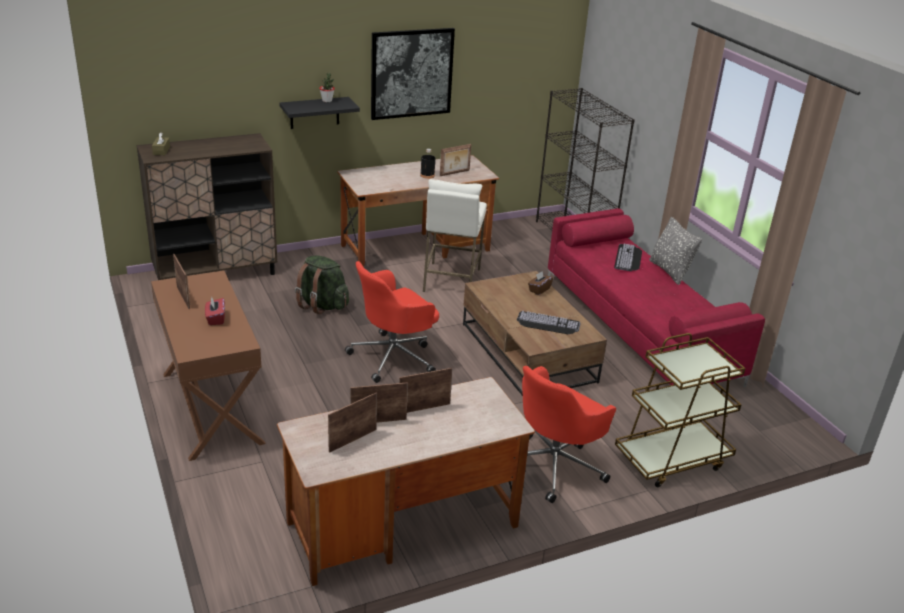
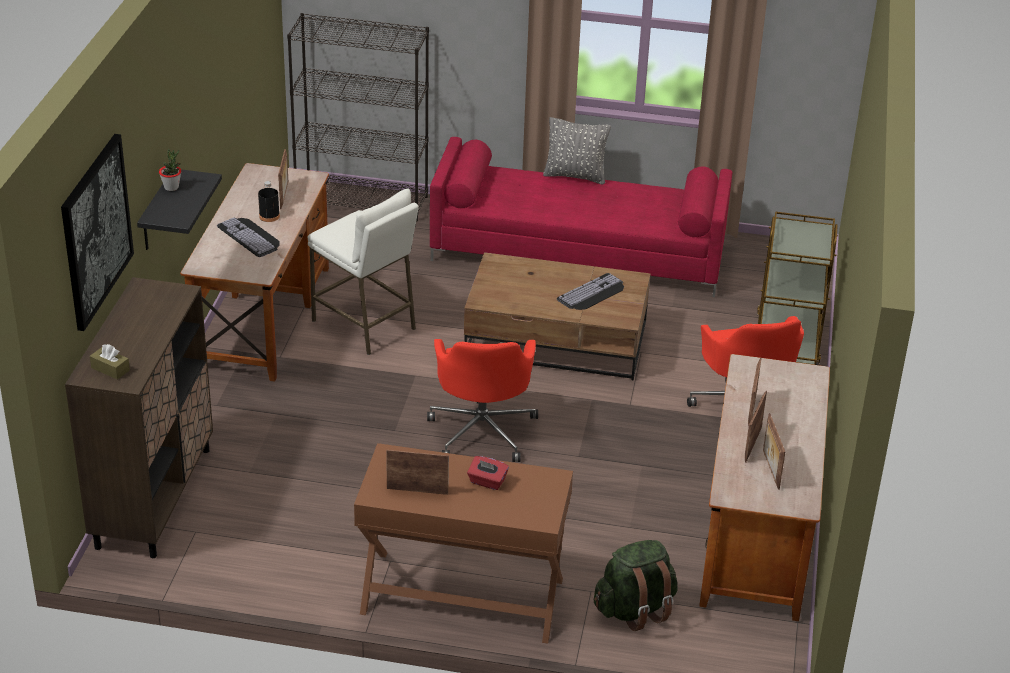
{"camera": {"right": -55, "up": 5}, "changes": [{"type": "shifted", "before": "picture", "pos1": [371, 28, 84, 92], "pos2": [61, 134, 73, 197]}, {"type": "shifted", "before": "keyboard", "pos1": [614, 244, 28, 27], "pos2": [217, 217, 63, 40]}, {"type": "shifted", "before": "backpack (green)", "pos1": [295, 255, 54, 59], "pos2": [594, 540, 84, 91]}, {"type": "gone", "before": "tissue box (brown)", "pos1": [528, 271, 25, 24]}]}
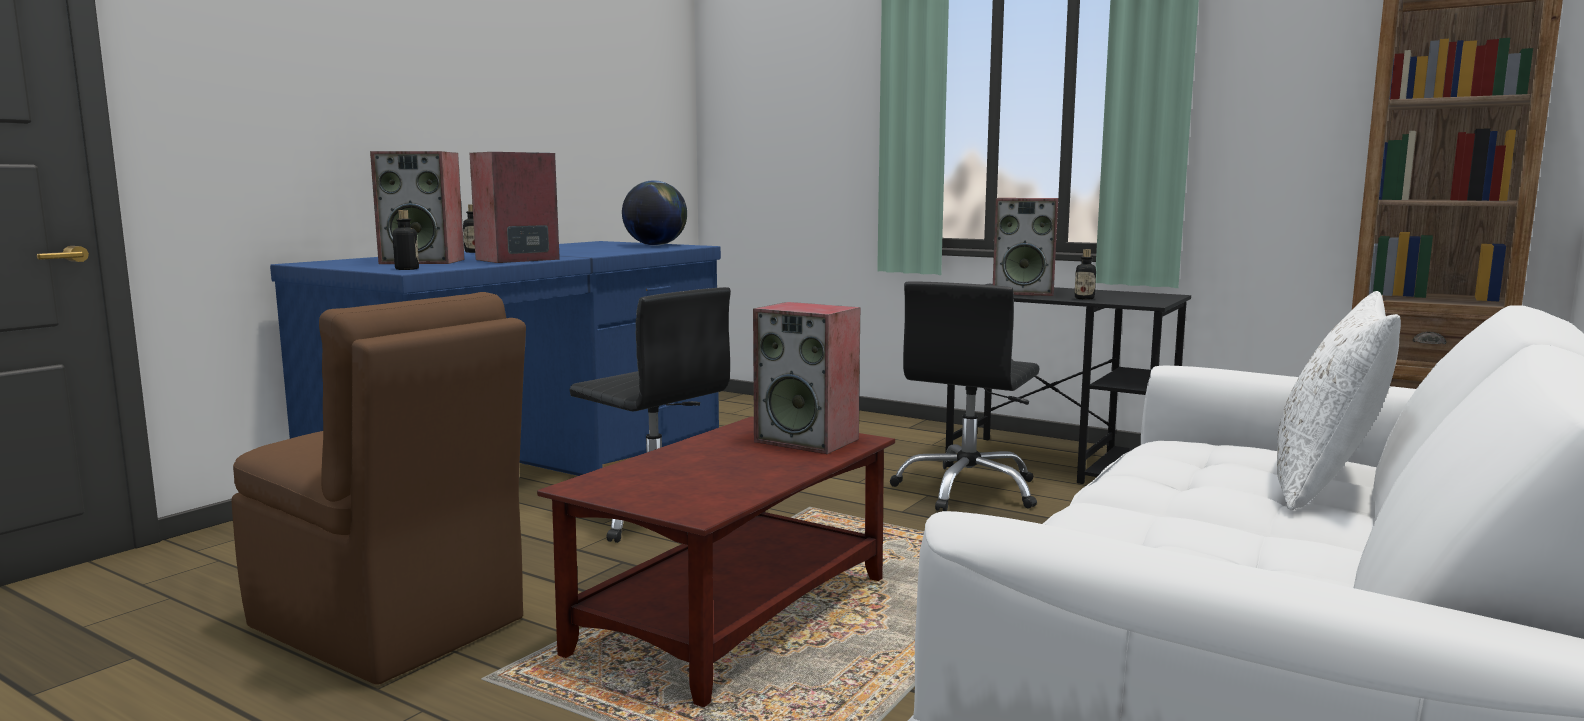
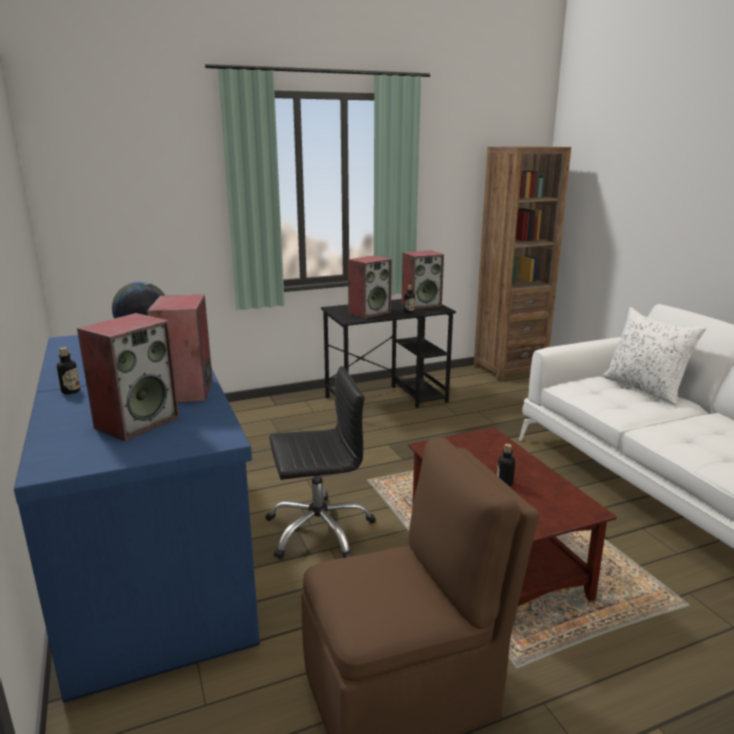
{"camera": {"right": -55, "up": 10}, "changes": [{"type": "shifted", "before": "speaker", "pos1": [753, 302, 107, 152], "pos2": [402, 250, 42, 59]}, {"type": "shifted", "before": "bottle", "pos1": [392, 210, 27, 60], "pos2": [497, 444, 18, 43]}, {"type": "gone", "before": "office chair (black)", "pos1": [890, 281, 150, 230]}]}
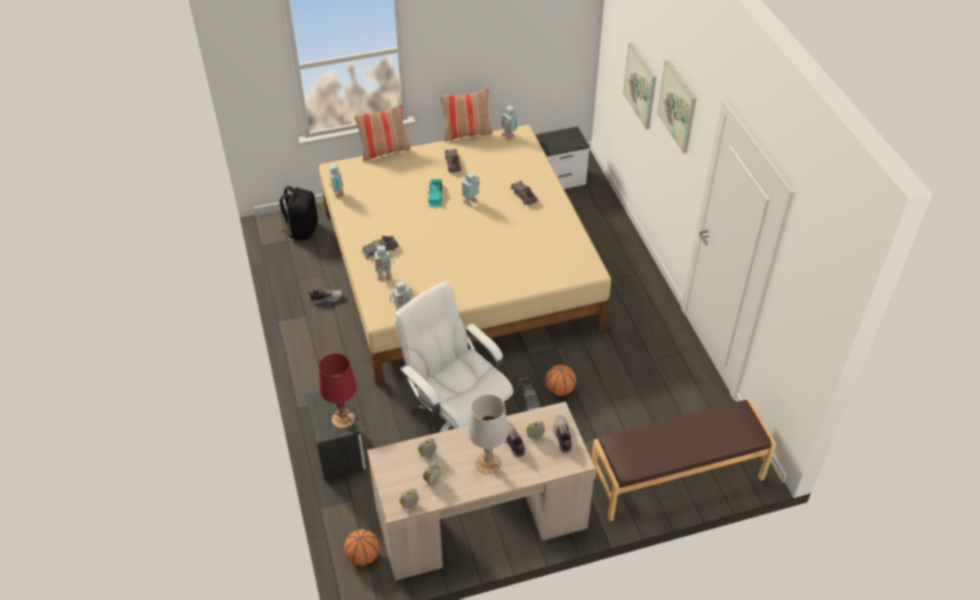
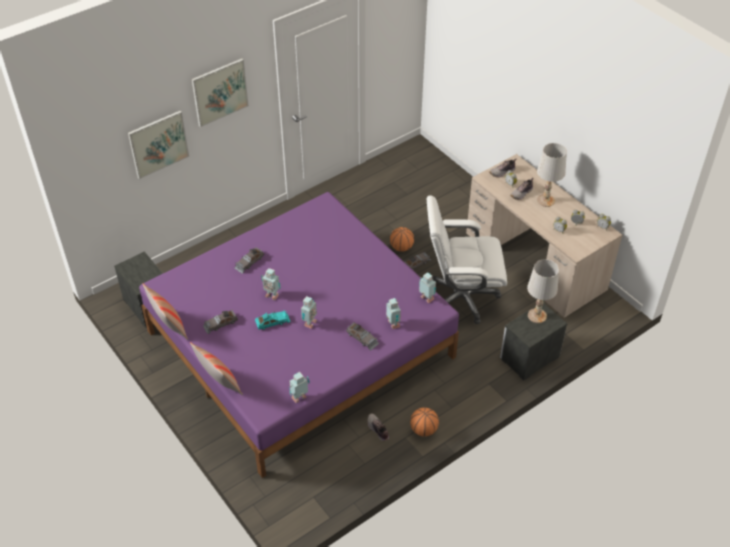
{"camera": {"right": -110, "up": 0}, "changes": [{"type": "repainted", "before": "bed (beige)", "after": "bed (purple)", "pos1": [319, 125, 292, 260], "pos2": [139, 192, 320, 286]}, {"type": "shifted", "before": "toy robot", "pos1": [501, 105, 16, 35], "pos2": [301, 296, 16, 33]}, {"type": "shifted", "before": "basketball", "pos1": [344, 529, 36, 37], "pos2": [410, 407, 29, 30]}, {"type": "rotated", "before": "office chair (white)", "pos1": [394, 281, 119, 151], "pos2": [427, 195, 80, 129], "turn": 60}, {"type": "repainted", "before": "table lamp (red)", "after": "table lamp (white)", "pos1": [319, 353, 38, 75], "pos2": [527, 259, 32, 64]}, {"type": "gone", "before": "backpack (black)", "pos1": [280, 186, 38, 54]}, {"type": "gone", "before": "bench (brown)", "pos1": [591, 400, 185, 121]}]}
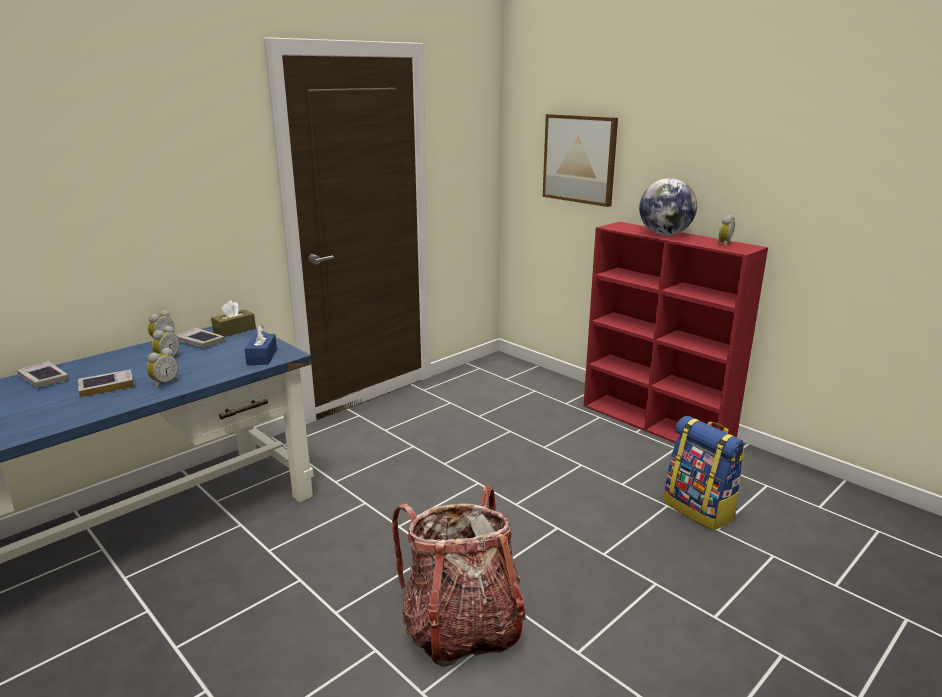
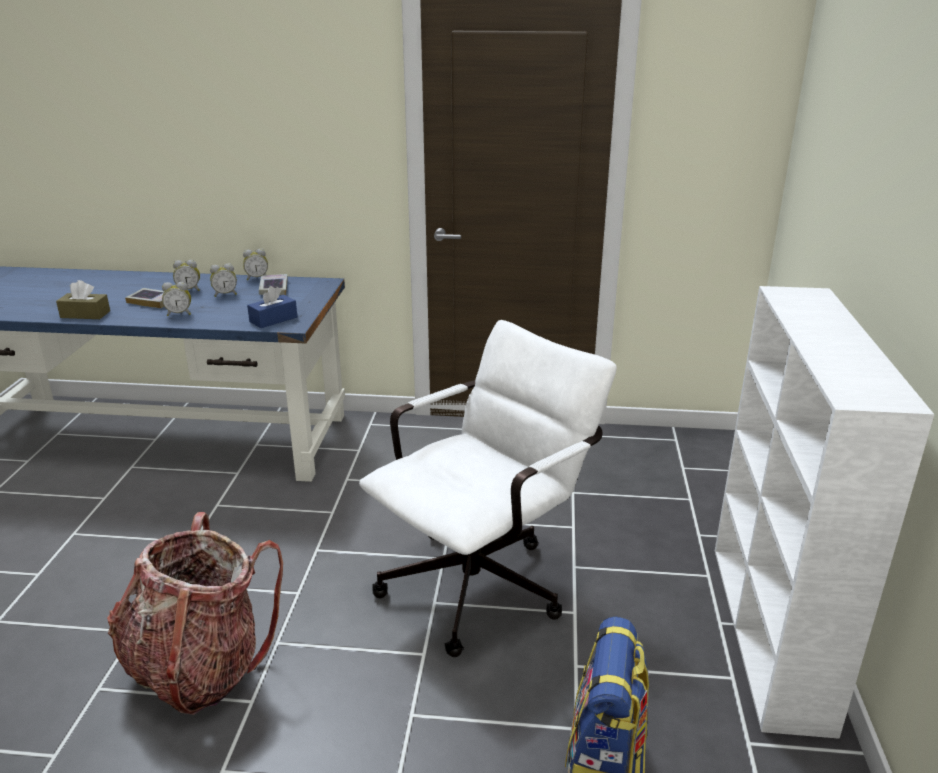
{"camera": {"right": 50, "up": 5}, "changes": [{"type": "shifted", "before": "tissue box (brown)", "pos1": [211, 300, 45, 37], "pos2": [56, 280, 54, 39]}, {"type": "shifted", "before": "alarm clock", "pos1": [717, 215, 18, 32], "pos2": [173, 260, 27, 31]}, {"type": "new", "after": "office chair (white)", "pos2": [359, 320, 258, 337]}, {"type": "repainted", "before": "bookcase (red)", "after": "bookcase (white)", "pos1": [584, 222, 184, 221], "pos2": [715, 286, 220, 453]}, {"type": "gone", "before": "book", "pos1": [17, 361, 52, 27]}, {"type": "gone", "before": "picture", "pos1": [543, 114, 75, 93]}, {"type": "gone", "before": "globe", "pos1": [639, 178, 58, 57]}]}
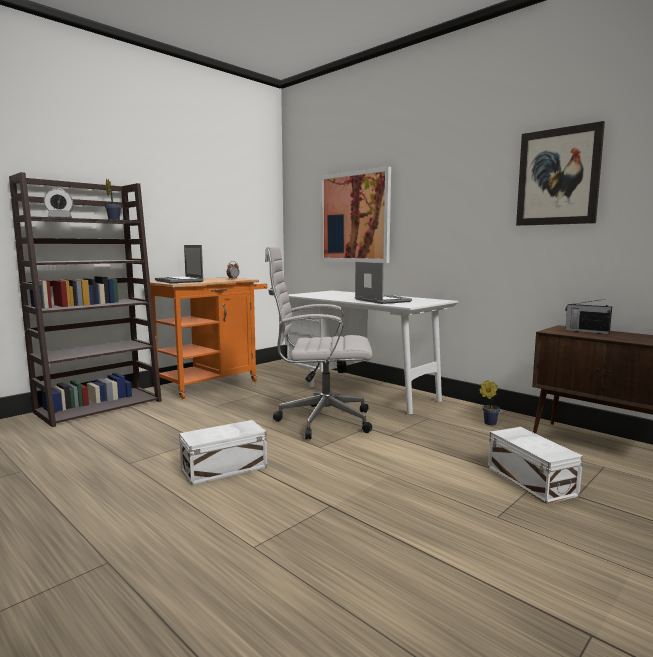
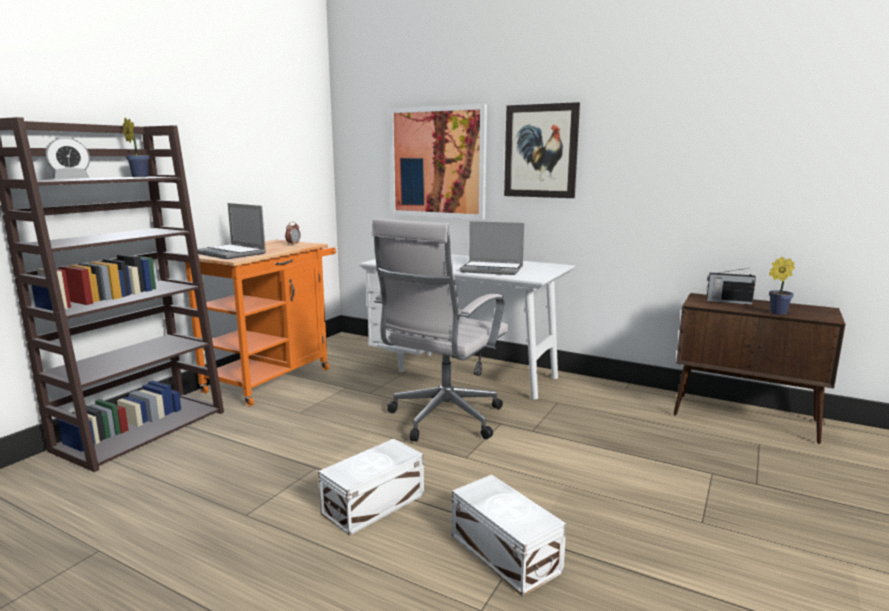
{"camera": {"right": -15, "up": 5}, "changes": [{"type": "rotated", "before": "office chair (white)", "pos1": [265, 247, 107, 192], "pos2": [372, 218, 137, 223], "turn": -45}, {"type": "shifted", "before": "storage box (white)", "pos1": [488, 427, 95, 77], "pos2": [452, 475, 114, 122]}, {"type": "rotated", "before": "laptop", "pos1": [355, 261, 57, 43], "pos2": [459, 221, 65, 54], "turn": 150}, {"type": "shifted", "before": "picture", "pos1": [516, 121, 89, 105], "pos2": [504, 102, 76, 96]}, {"type": "shifted", "before": "potted plant", "pos1": [480, 380, 20, 45], "pos2": [769, 257, 26, 58]}]}
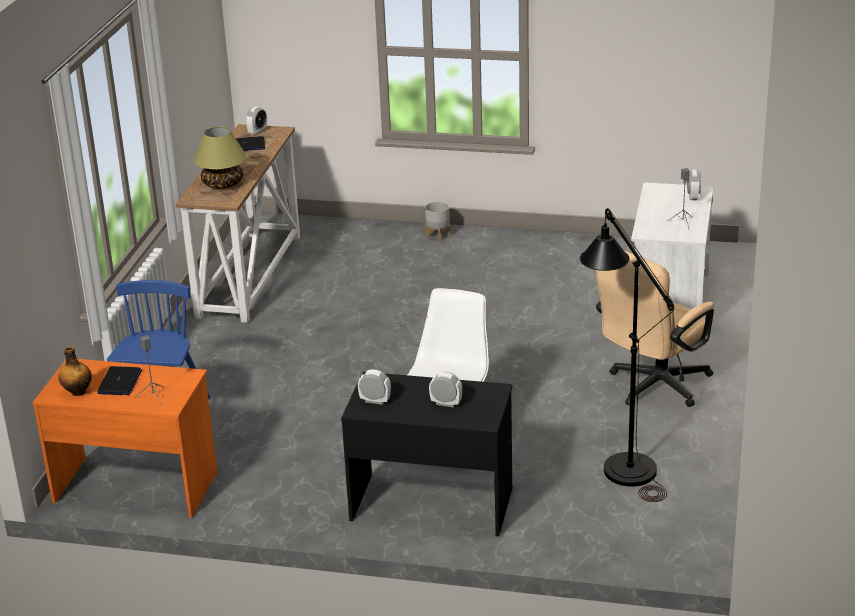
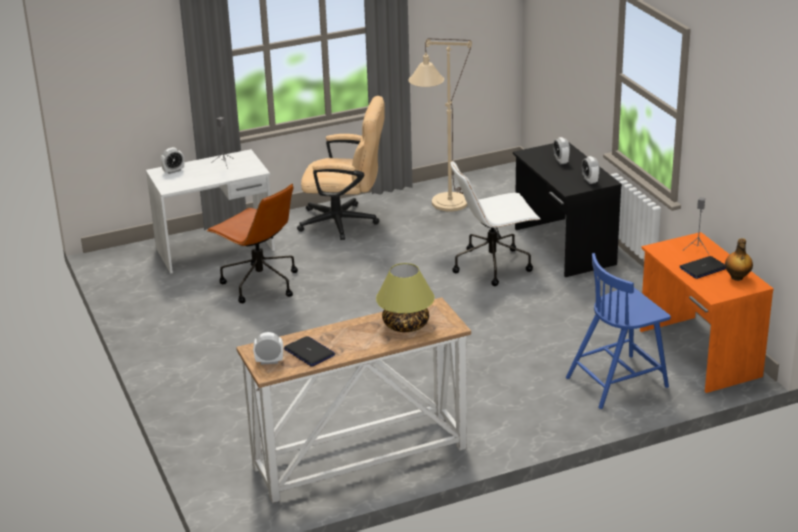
{"camera": {"right": -125, "up": 0}, "changes": [{"type": "new", "after": "office chair (brown)", "pos2": [207, 184, 91, 119]}, {"type": "repainted", "before": "floor lamp (black)", "after": "floor lamp (beige)", "pos1": [580, 208, 94, 294], "pos2": [409, 39, 63, 173]}, {"type": "gone", "before": "planter (grey)", "pos1": [425, 202, 25, 40]}]}
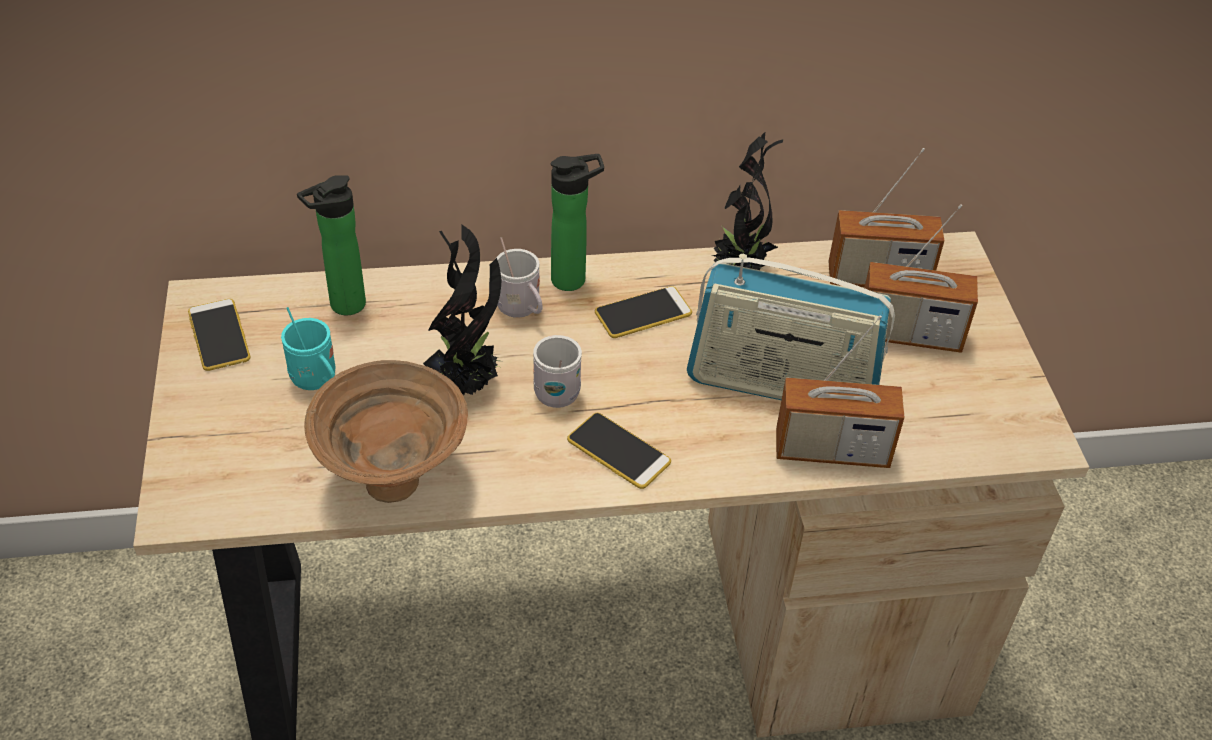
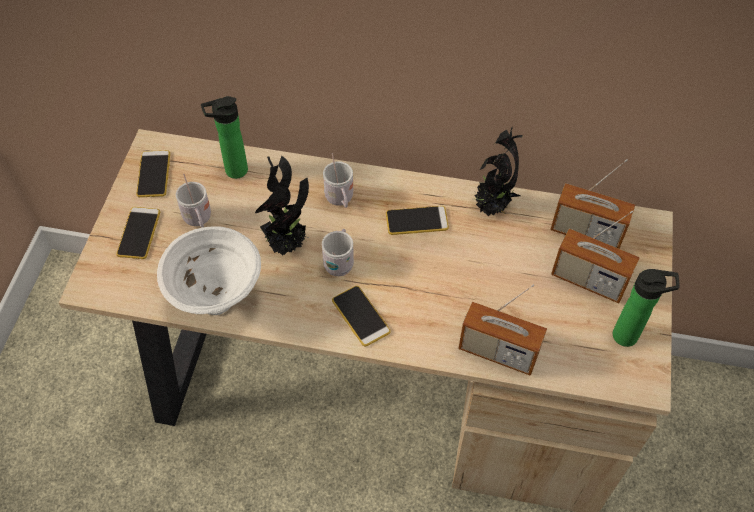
{"camera": {"right": 20, "up": 10}, "changes": [{"type": "new", "after": "phone", "pos2": [116, 207, 44, 52]}, {"type": "repainted", "before": "bowl (brown)", "after": "bowl (white)", "pos1": [304, 360, 164, 143], "pos2": [157, 226, 104, 89]}, {"type": "repainted", "before": "mug (turquoise)", "after": "mug (white)", "pos1": [281, 307, 54, 83], "pos2": [176, 174, 35, 54]}, {"type": "shifted", "before": "bottle", "pos1": [551, 154, 53, 137], "pos2": [613, 269, 67, 78]}, {"type": "gone", "before": "radio", "pos1": [687, 254, 208, 146]}]}
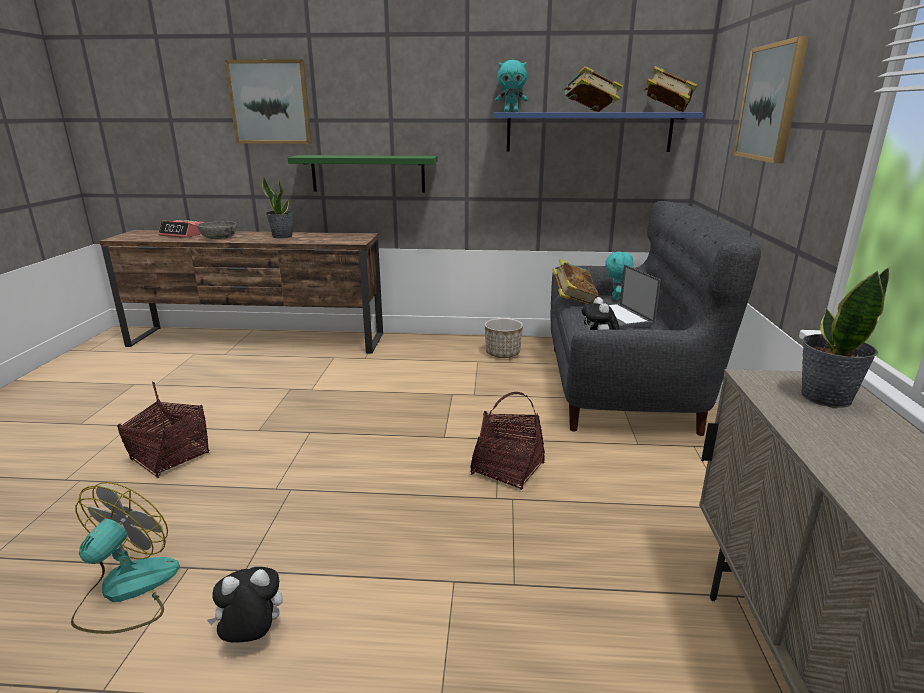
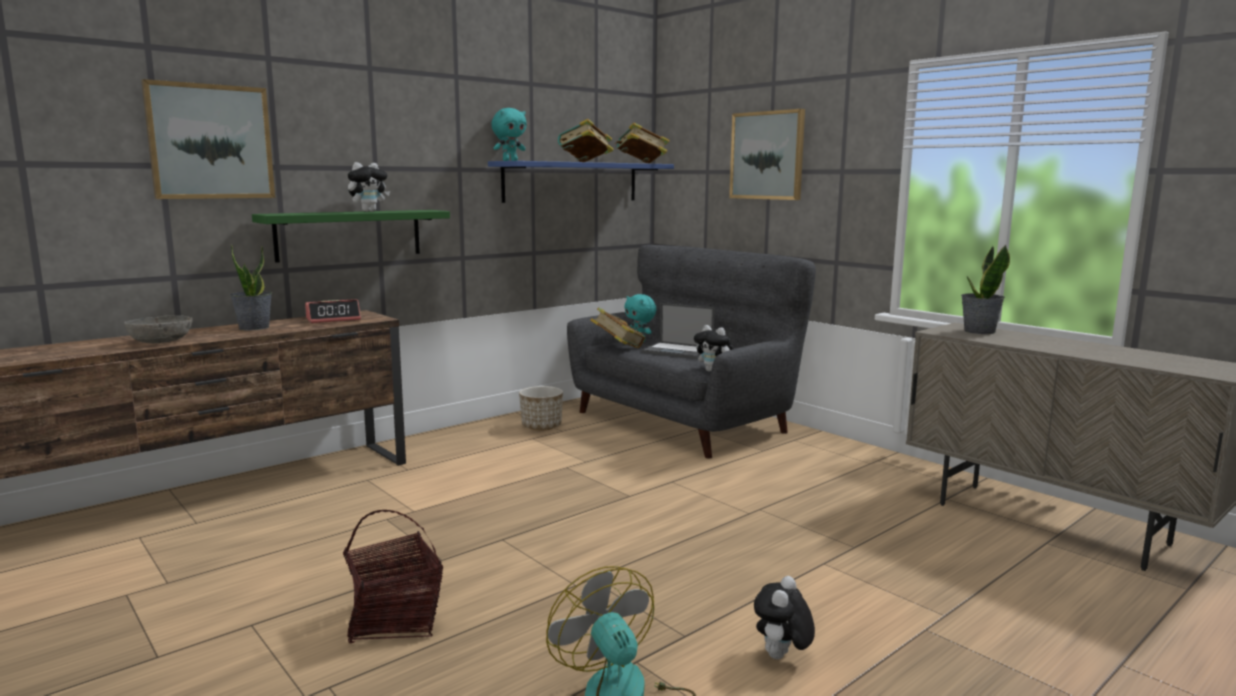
{"camera": {"right": -45, "up": -10}, "changes": [{"type": "shifted", "before": "alarm clock", "pos1": [158, 220, 46, 18], "pos2": [305, 299, 56, 24]}, {"type": "new", "after": "plush toy", "pos2": [348, 162, 42, 50]}, {"type": "gone", "before": "basket", "pos1": [470, 392, 75, 98]}]}
